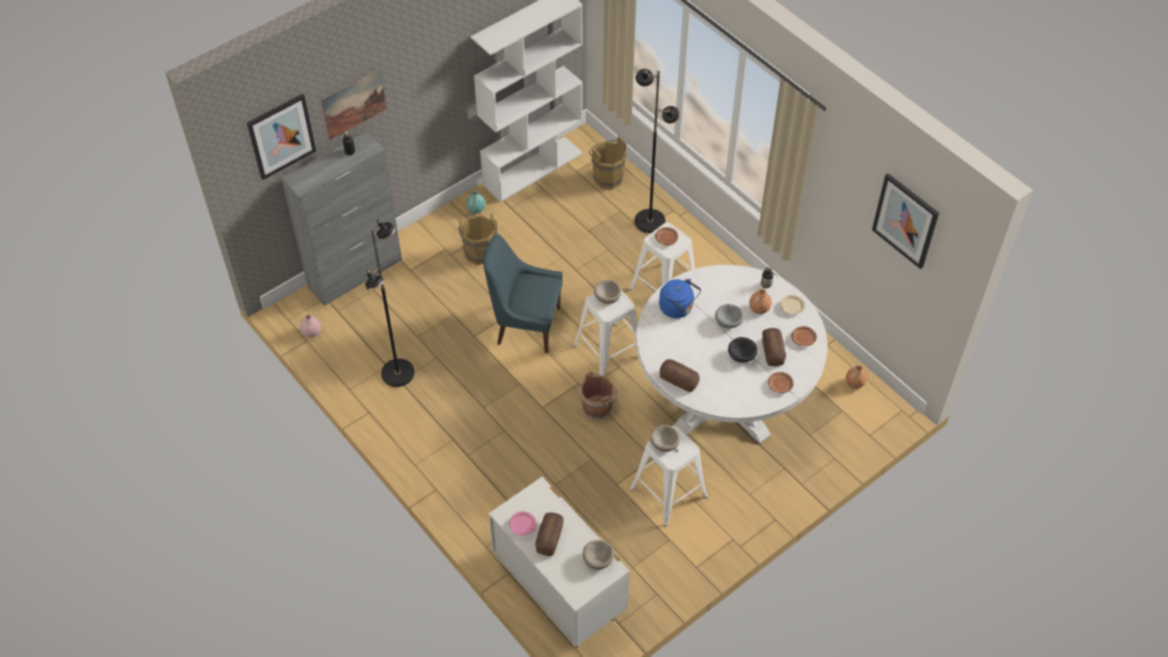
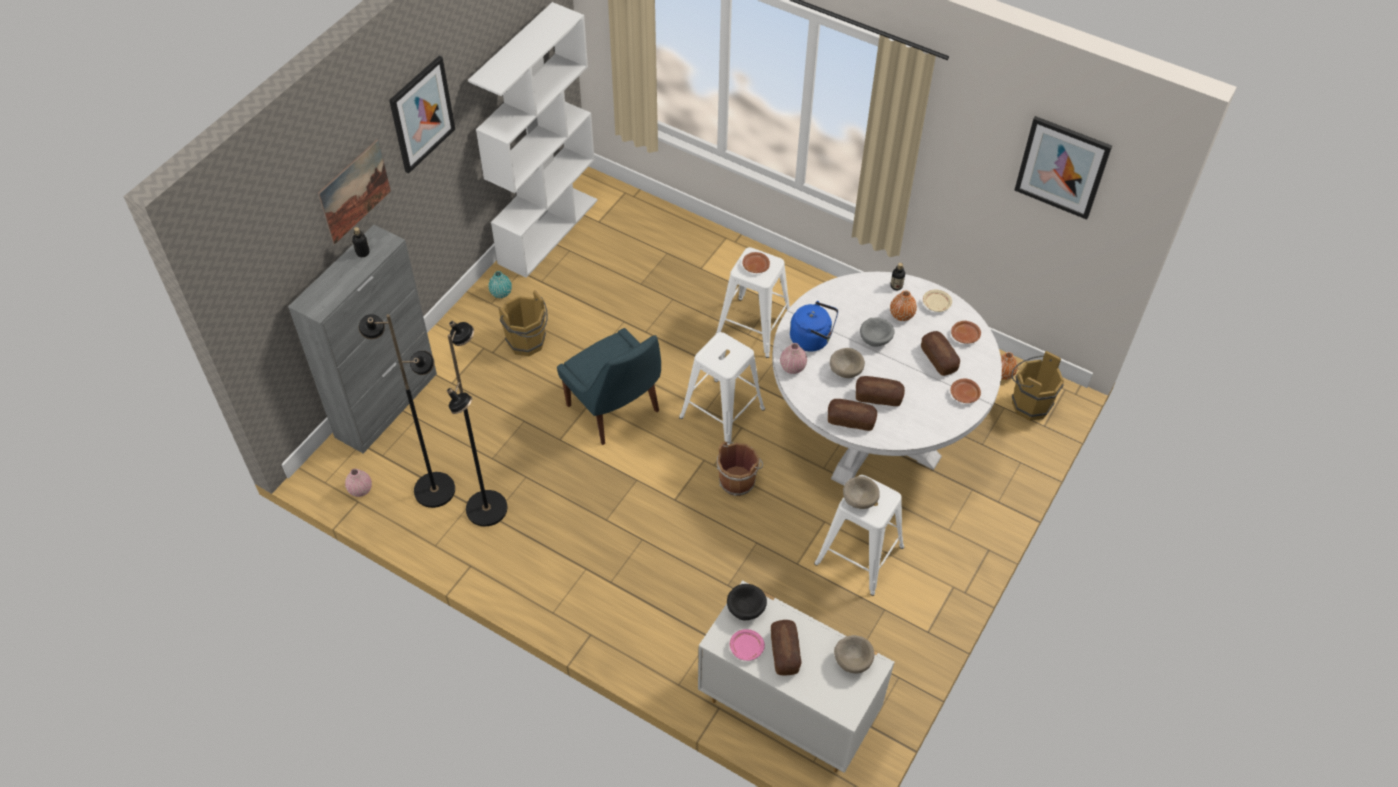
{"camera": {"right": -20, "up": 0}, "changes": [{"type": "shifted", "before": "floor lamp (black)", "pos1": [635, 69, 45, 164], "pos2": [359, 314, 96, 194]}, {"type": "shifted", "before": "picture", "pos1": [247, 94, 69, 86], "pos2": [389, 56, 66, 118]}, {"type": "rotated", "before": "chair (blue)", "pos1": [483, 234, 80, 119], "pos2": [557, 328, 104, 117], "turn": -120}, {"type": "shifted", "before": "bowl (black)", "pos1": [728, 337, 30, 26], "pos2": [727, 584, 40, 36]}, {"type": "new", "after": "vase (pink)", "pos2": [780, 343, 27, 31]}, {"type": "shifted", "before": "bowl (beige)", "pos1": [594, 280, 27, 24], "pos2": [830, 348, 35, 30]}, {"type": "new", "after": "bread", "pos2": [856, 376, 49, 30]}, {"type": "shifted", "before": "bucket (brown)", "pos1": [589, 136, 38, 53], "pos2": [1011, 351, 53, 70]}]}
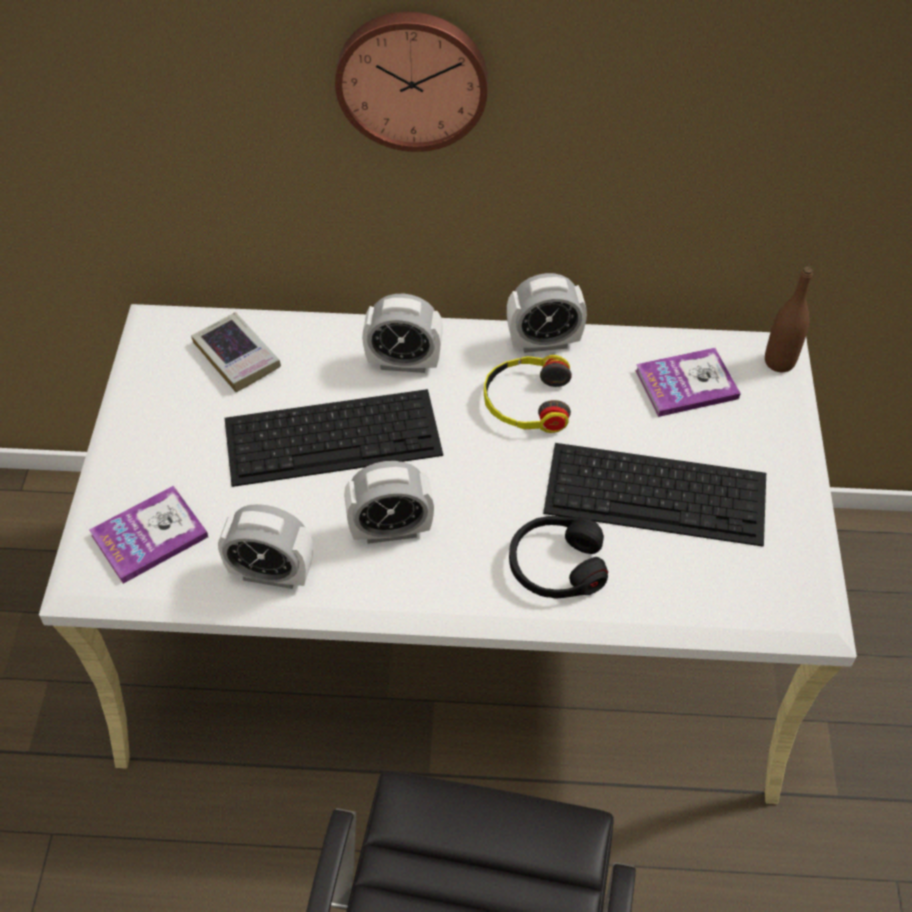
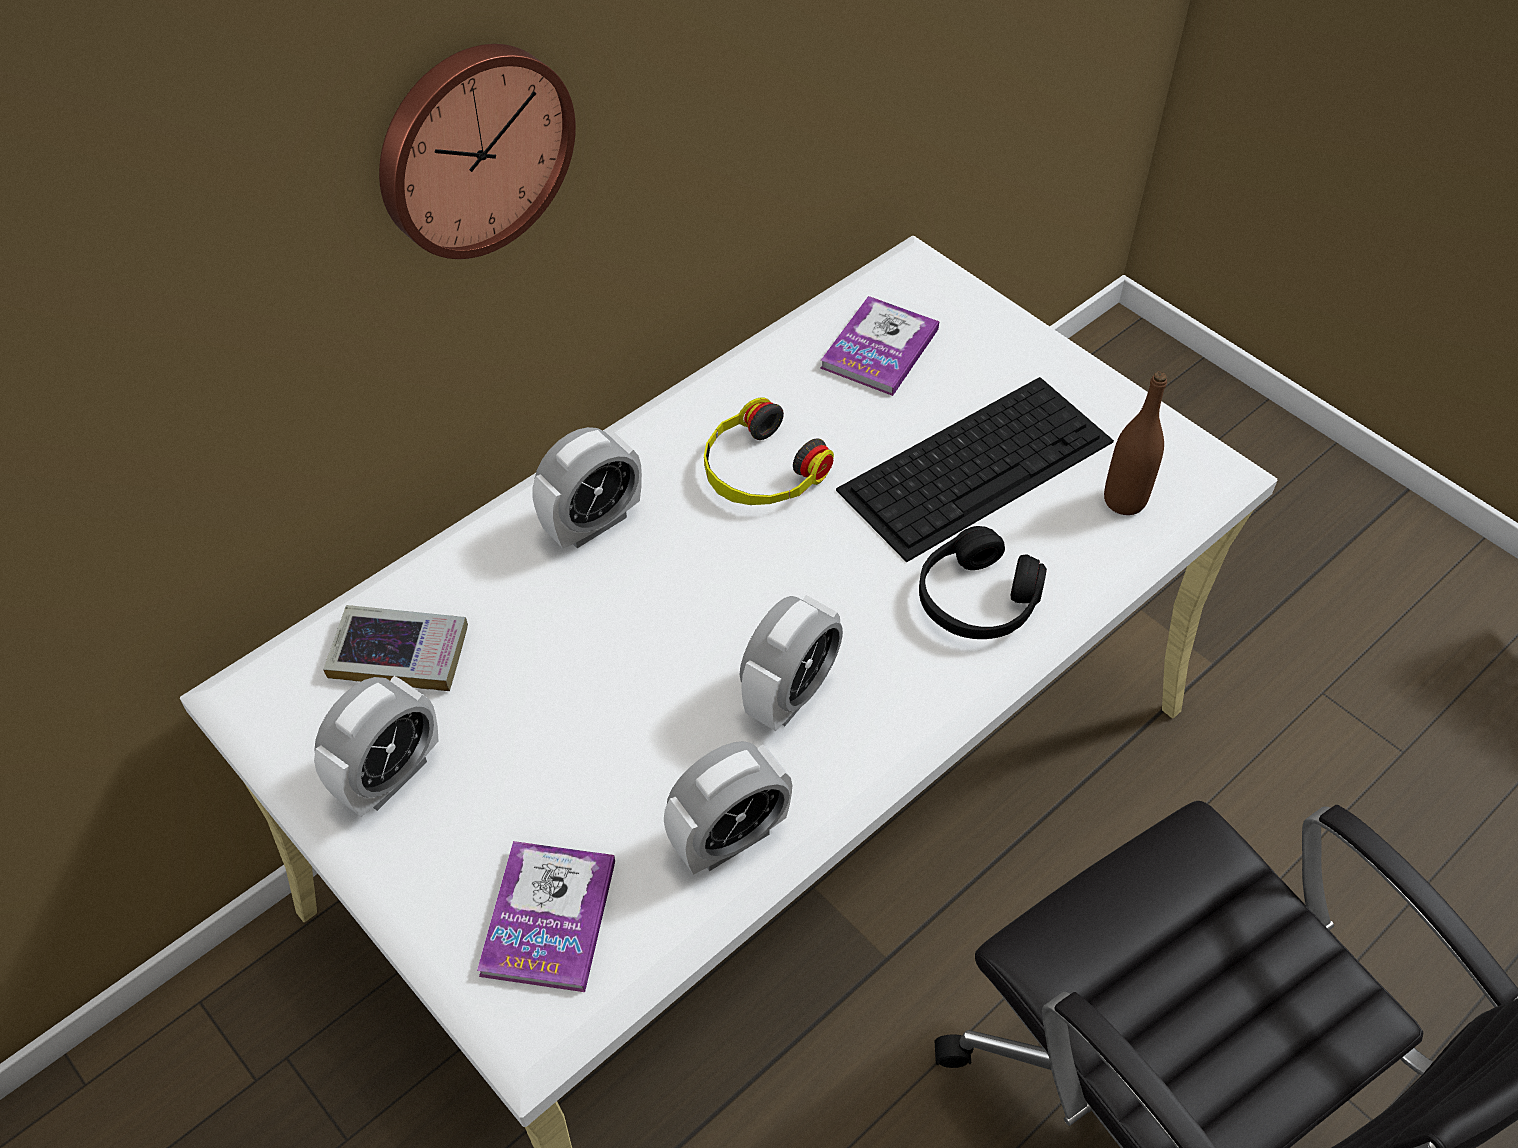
{"camera": {"right": -45, "up": 0}, "changes": [{"type": "shifted", "before": "alarm clock", "pos1": [507, 273, 80, 80], "pos2": [314, 676, 125, 141]}, {"type": "shifted", "before": "bottle (brown)", "pos1": [765, 267, 48, 105], "pos2": [1104, 371, 63, 144]}, {"type": "gone", "before": "keyboard", "pos1": [225, 389, 218, 98]}]}
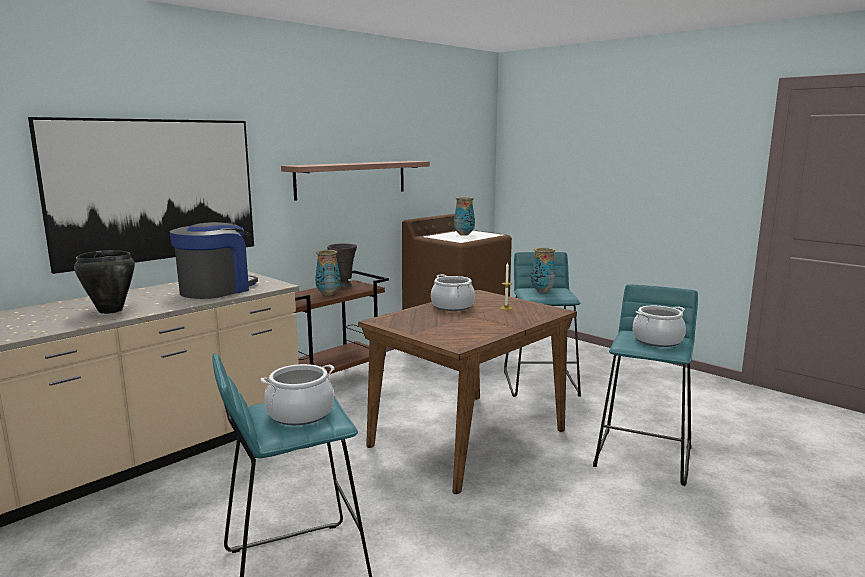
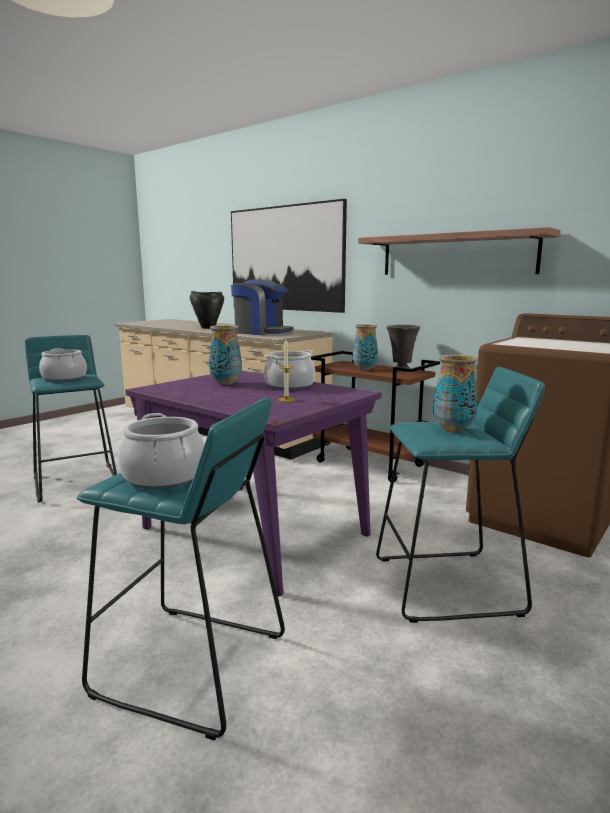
{"camera": {"right": 85, "up": 0}, "changes": [{"type": "repainted", "before": "dining table (brown)", "after": "dining table (purple)", "pos1": [358, 290, 219, 204], "pos2": [125, 371, 256, 225]}, {"type": "shifted", "before": "vase", "pos1": [454, 197, 21, 39], "pos2": [209, 325, 33, 60]}]}
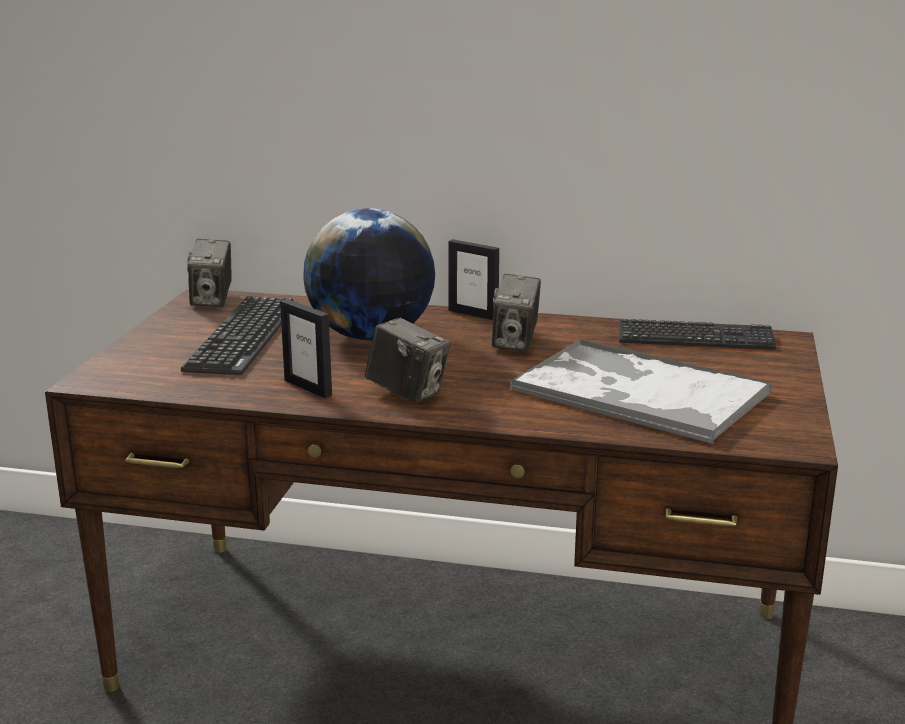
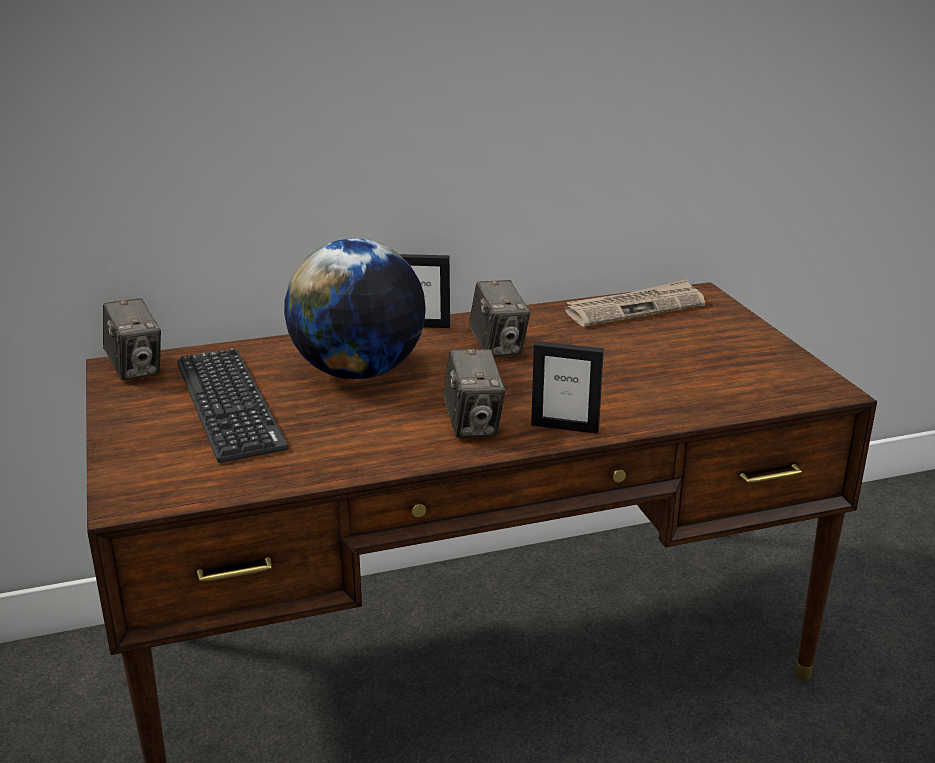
{"camera": {"right": -30, "up": 5}, "changes": [{"type": "rotated", "before": "photo camera", "pos1": [365, 317, 86, 86], "pos2": [443, 349, 62, 89], "turn": 75}, {"type": "shifted", "before": "picture frame", "pos1": [280, 299, 52, 99], "pos2": [531, 341, 73, 93]}, {"type": "swapped", "before": "keyboard", "after": "newspaper", "pos1": [619, 319, 157, 31], "pos2": [565, 279, 140, 48]}, {"type": "gone", "before": "tray", "pos1": [509, 339, 263, 105]}]}
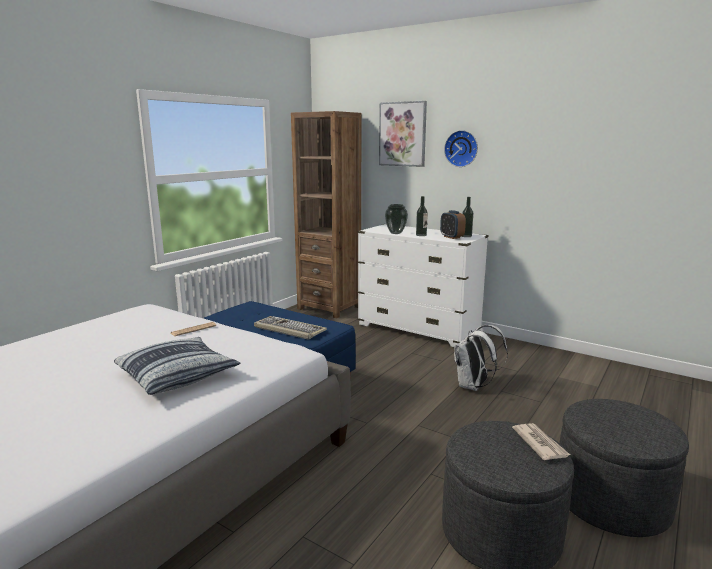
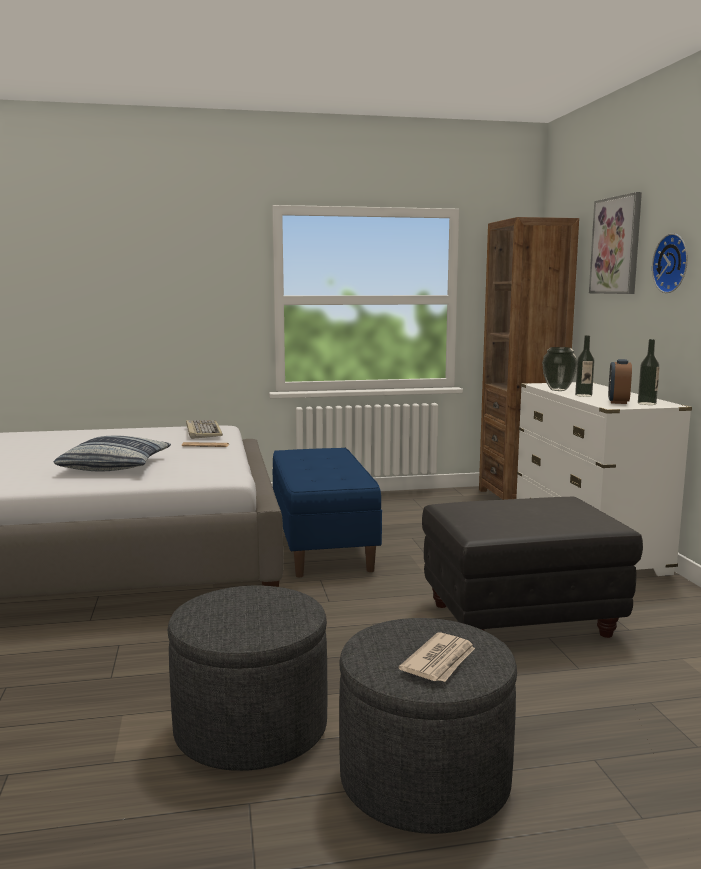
{"camera": {"right": 45, "up": -5}, "changes": [{"type": "shifted", "before": "keyboard", "pos1": [254, 316, 73, 24], "pos2": [186, 420, 37, 19]}, {"type": "shifted", "before": "newspaper", "pos1": [512, 423, 58, 37], "pos2": [399, 632, 76, 50]}, {"type": "swapped", "before": "backpack (white)", "after": "ottoman (black)", "pos1": [454, 325, 54, 66], "pos2": [422, 497, 221, 141]}]}
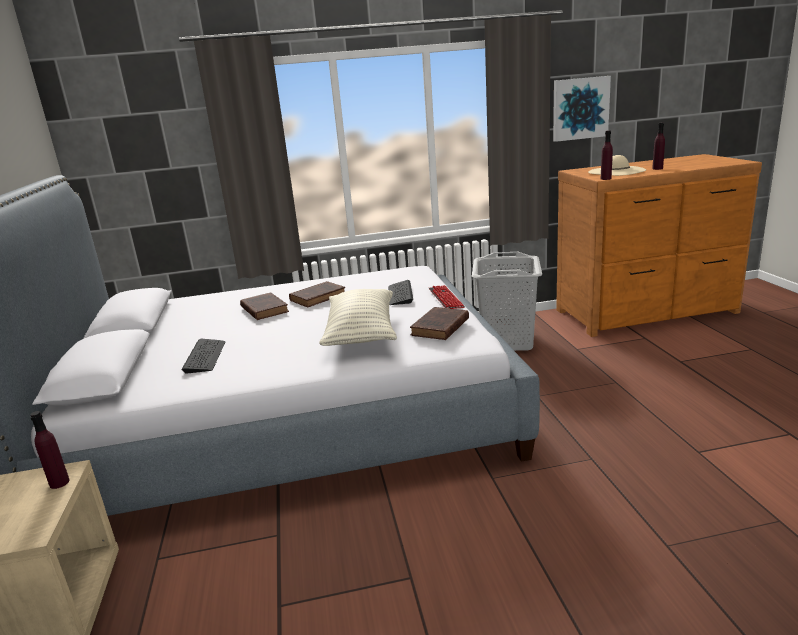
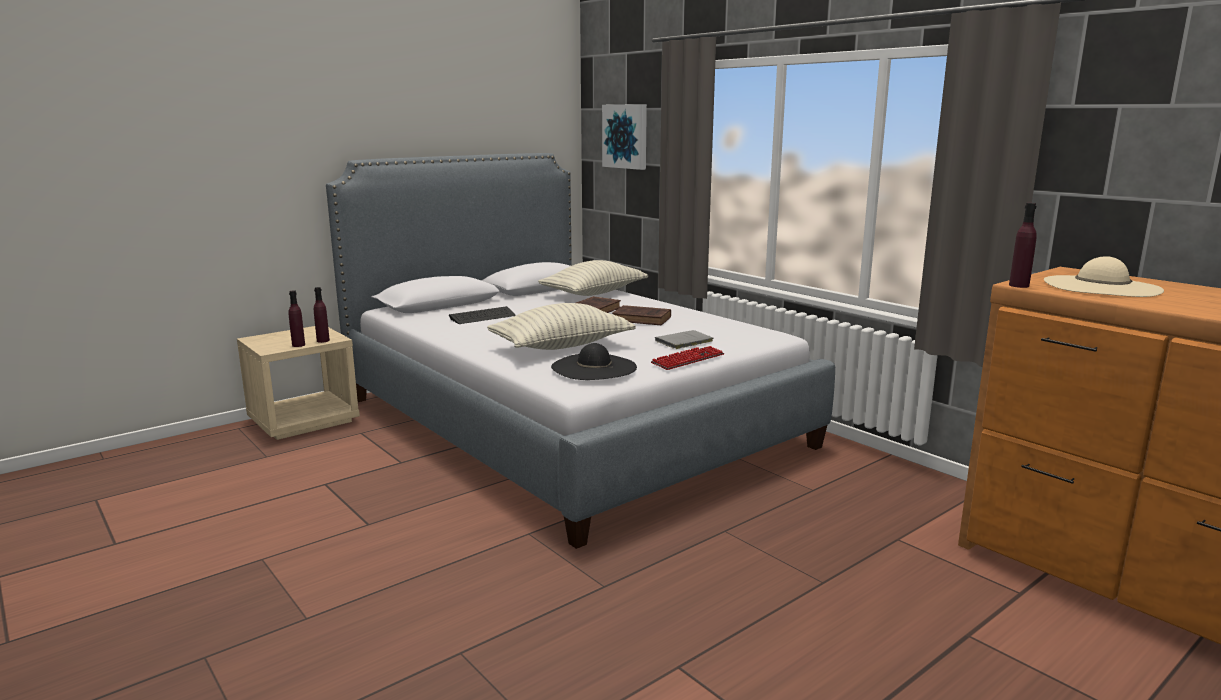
{"camera": {"right": 60, "up": -5}, "changes": [{"type": "shifted", "before": "bottle (purple)", "pos1": [652, 123, 13, 47], "pos2": [288, 290, 17, 57]}, {"type": "new", "after": "pillow", "pos2": [538, 260, 110, 36]}, {"type": "swapped", "before": "book (brown)", "after": "hat (black)", "pos1": [410, 307, 59, 33], "pos2": [551, 343, 86, 37]}, {"type": "shifted", "before": "picture", "pos1": [553, 76, 58, 66], "pos2": [602, 104, 45, 66]}, {"type": "swapped", "before": "keyboard", "after": "book (grey)", "pos1": [388, 280, 25, 25], "pos2": [655, 330, 58, 19]}, {"type": "gone", "before": "laundry basket (grey)", "pos1": [472, 252, 70, 99]}]}
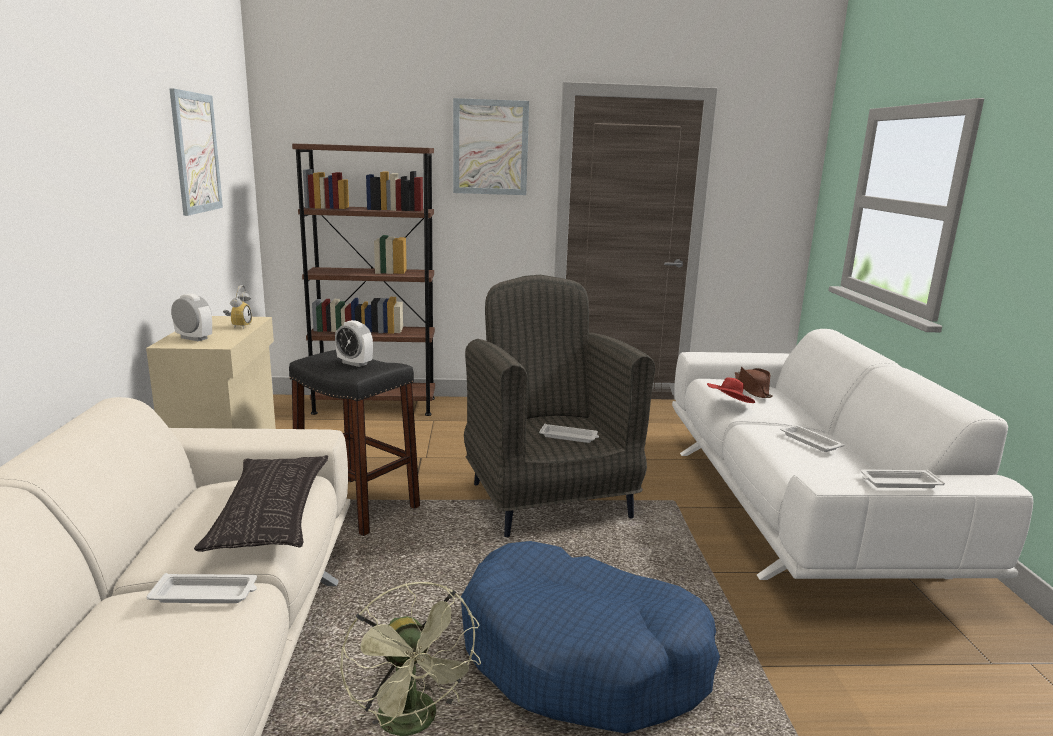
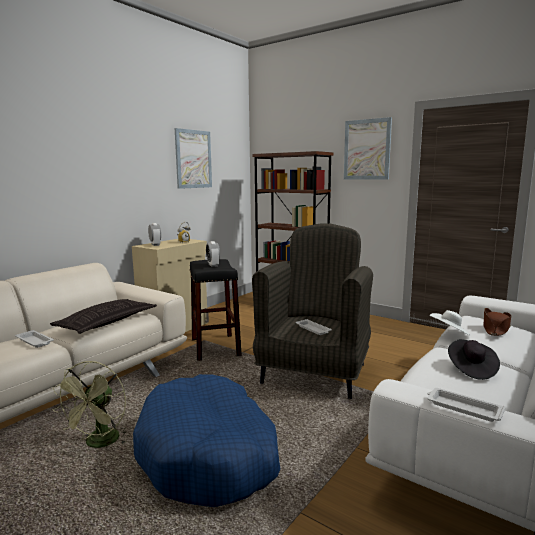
{"camera": {"right": 40, "up": -5}, "changes": [{"type": "repainted", "before": "hat (red)", "after": "hat (white)", "pos1": [707, 377, 48, 26], "pos2": [430, 310, 41, 26]}, {"type": "swapped", "before": "tray (white)", "after": "hat (black)", "pos1": [780, 425, 65, 27], "pos2": [448, 339, 52, 41]}]}
